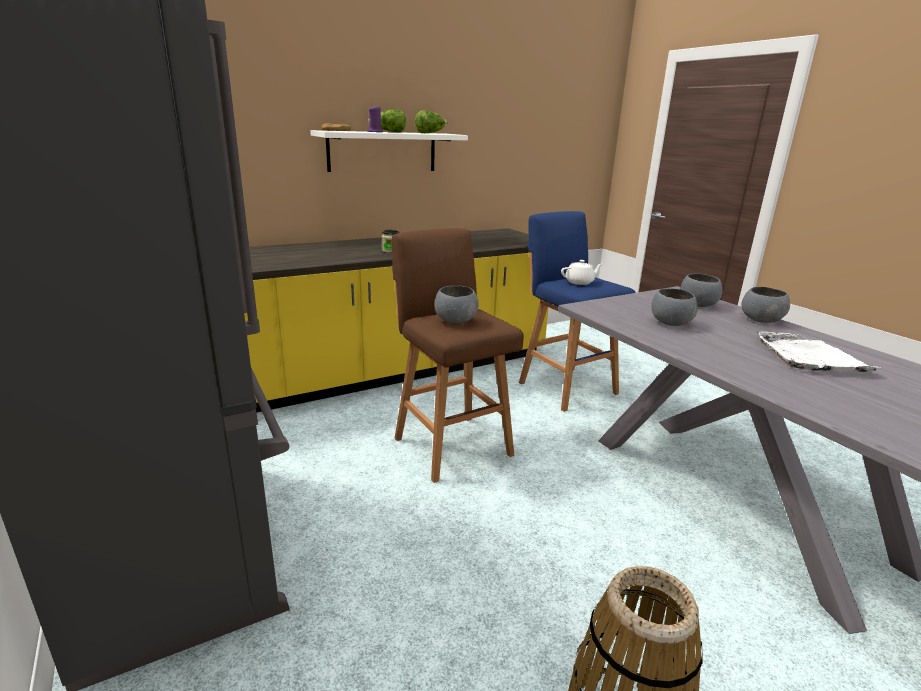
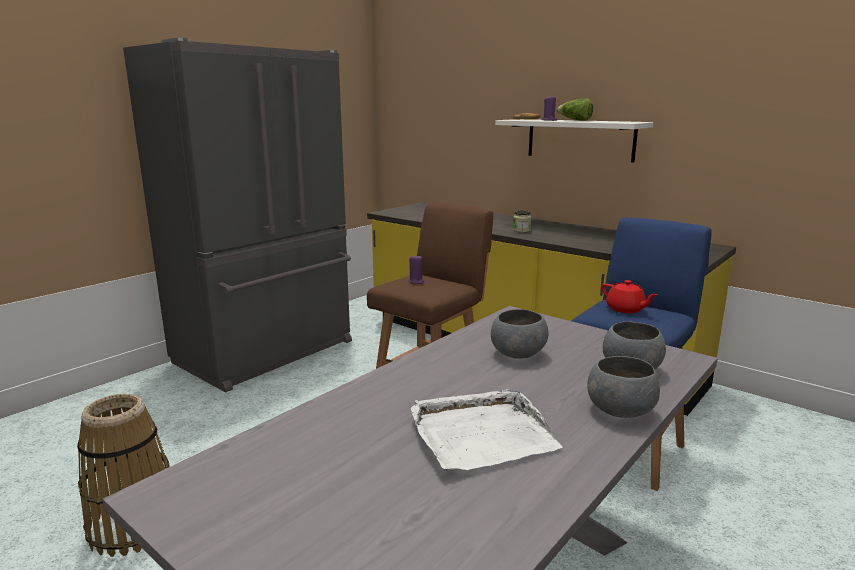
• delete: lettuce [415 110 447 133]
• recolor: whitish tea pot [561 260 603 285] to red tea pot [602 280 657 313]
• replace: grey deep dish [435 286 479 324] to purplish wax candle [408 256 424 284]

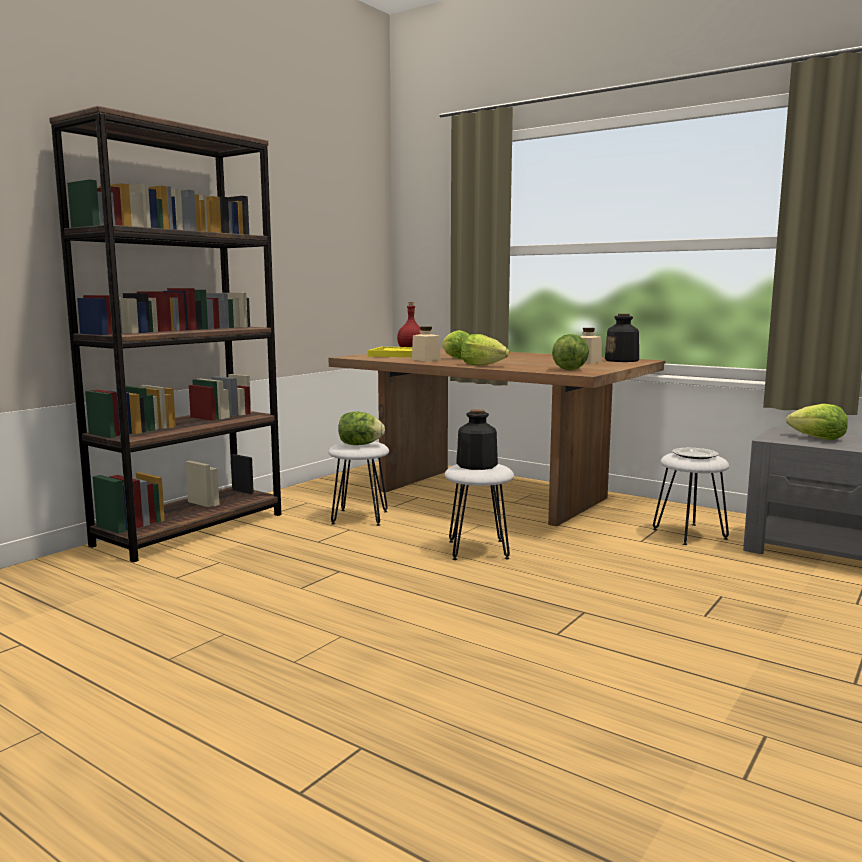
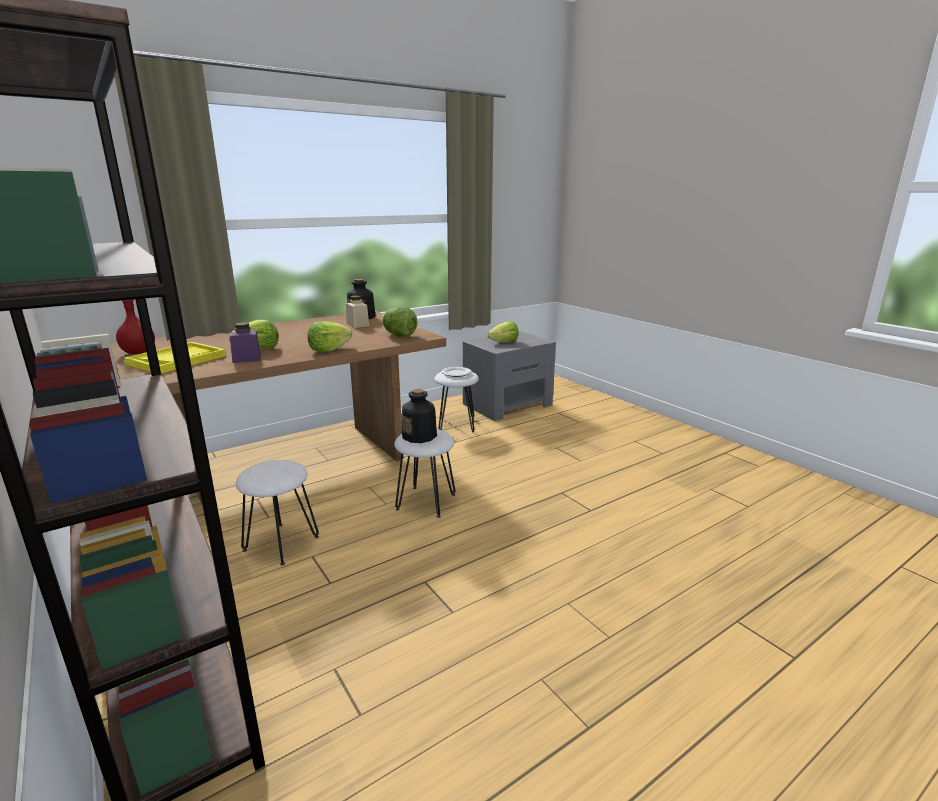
• recolor: sand-coloured preserve jar [412 326 441 361] to purplish preserve jar [230 322 261 363]
• delete: lettuce [338 412 385 445]

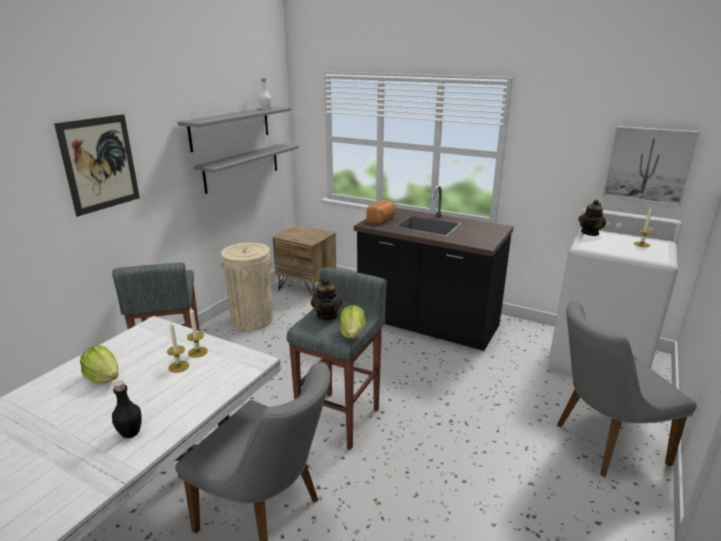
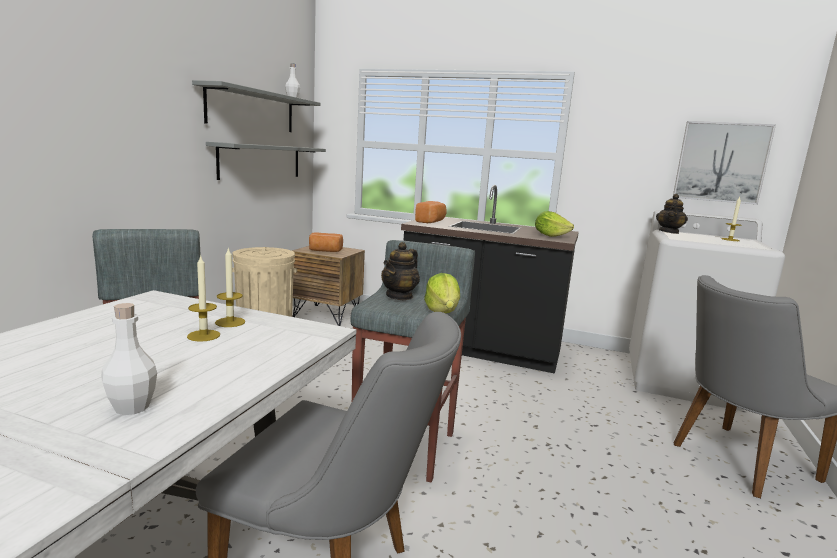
• delete: picture [54 114 140 217]
• rotate: tea pot [311 278 342 321] = [381 242 420 300] 45 degrees clockwise
• move: lettuce [80 345 118 384] to [535 211 574 237]
• recolor: black beverage bottle [112 380 141 438] to whitish beverage bottle [101 303 157 415]
• insert: bakery bread [309 232 343 252]

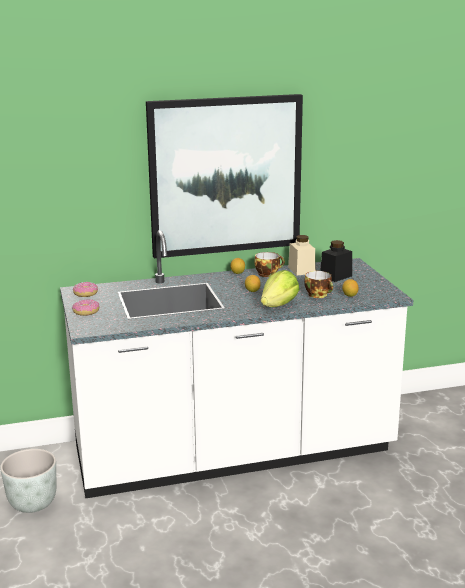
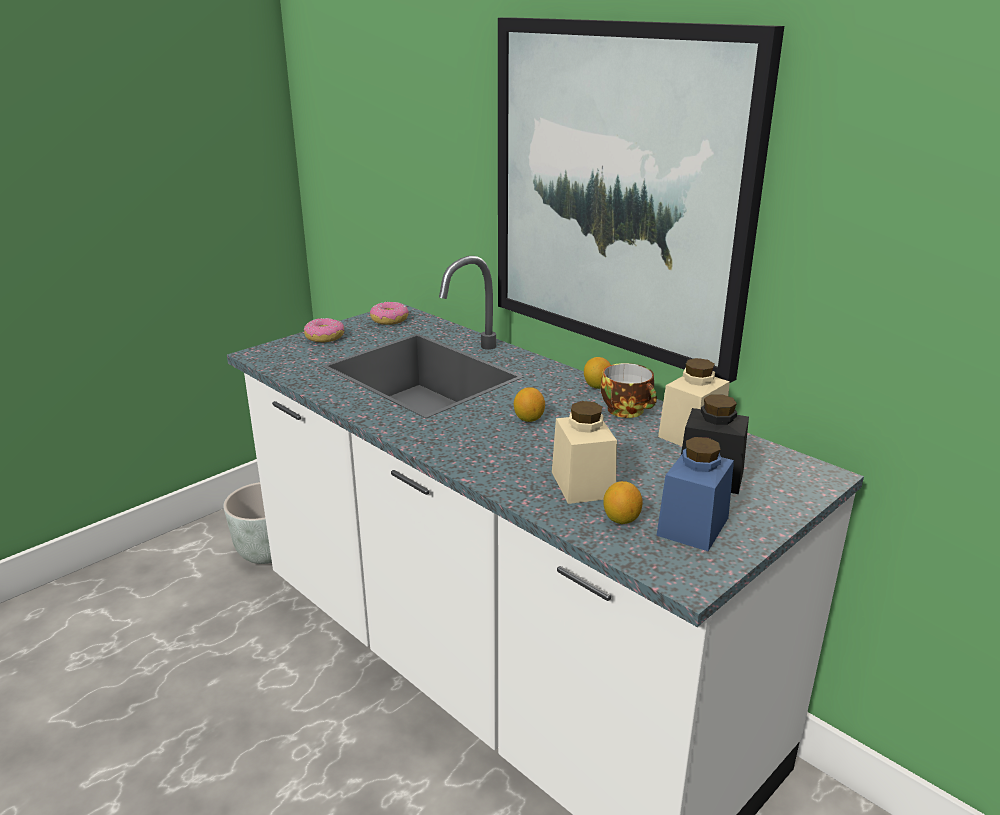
• delete: lettuce [261 270 300 307]
• replace: drinking cup [304 271 333 298] to sand-coloured preserve jar [552 401 617 504]
• insert: blue-coloured preserve jar [656 437 734 551]

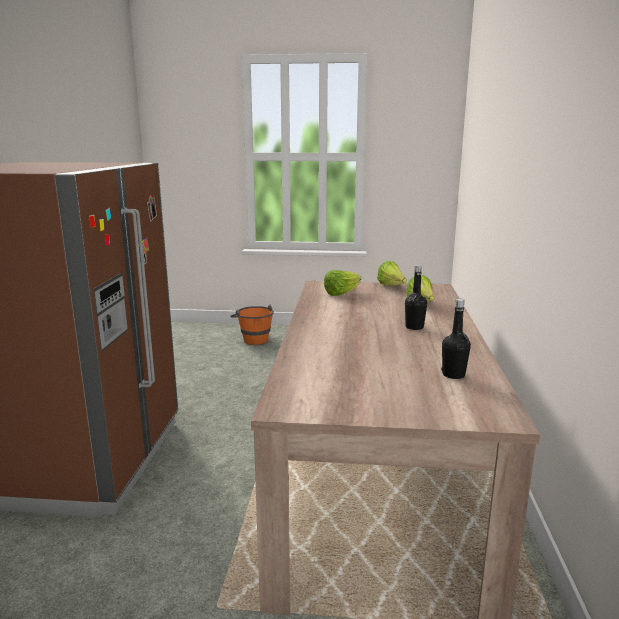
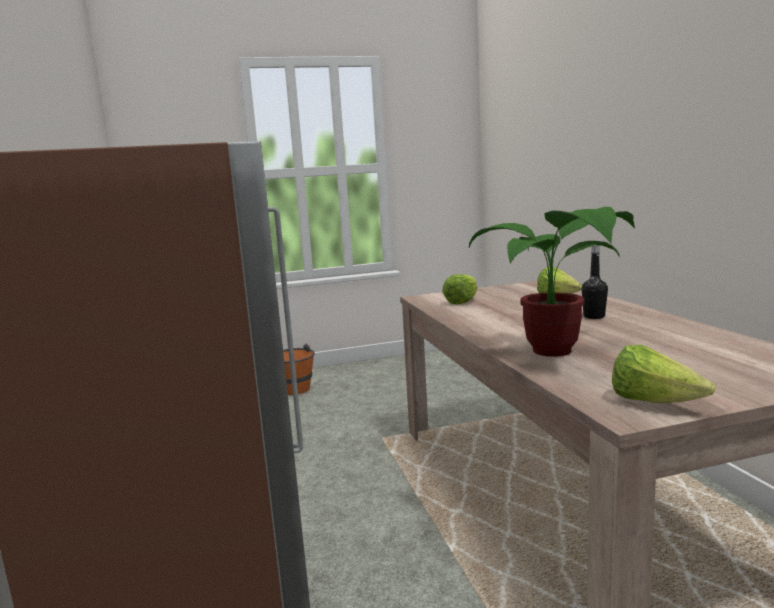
• move: lettuce [377 261 407 286] to [612 345 716 403]
• delete: black beverage bottle [441 299 471 379]
• insert: houseplant [469 207 635 357]

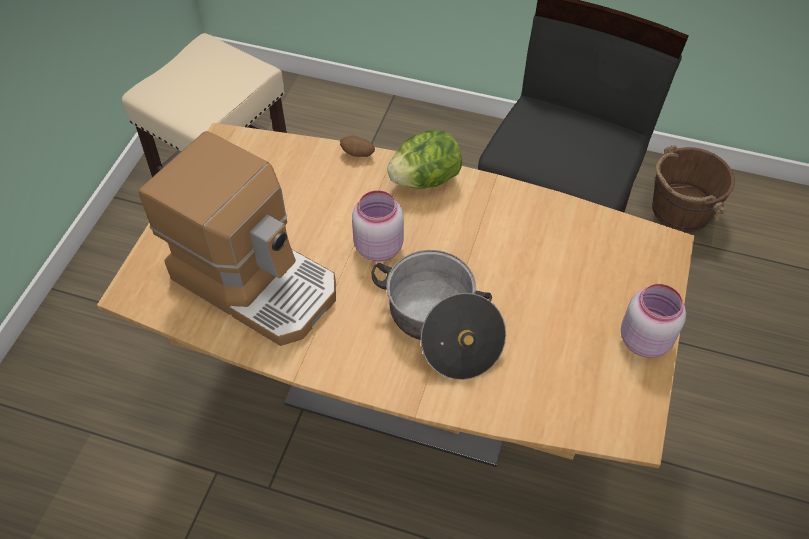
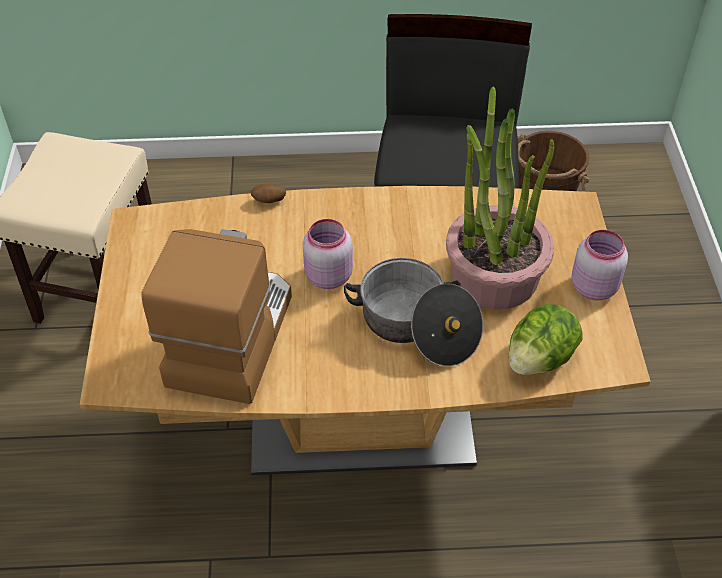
• move: lettuce [387 130 462 189] to [509 304 582 375]
• rotate: coffee machine [139 131 336 346] = [142 229 292 404] 90 degrees counterclockwise
• insert: houseplant [446 87 554 309]

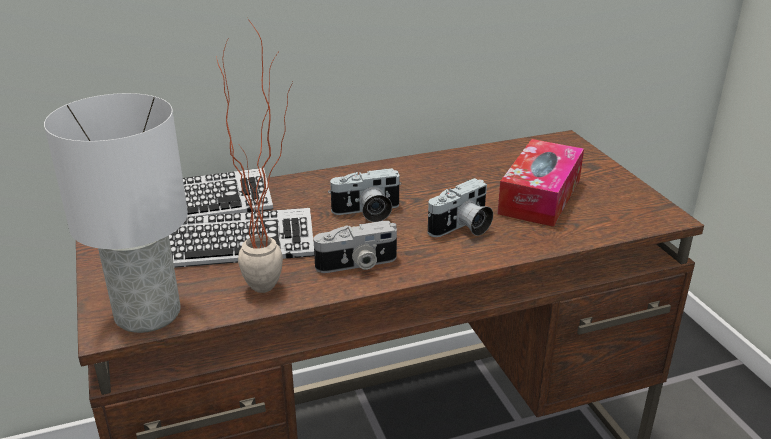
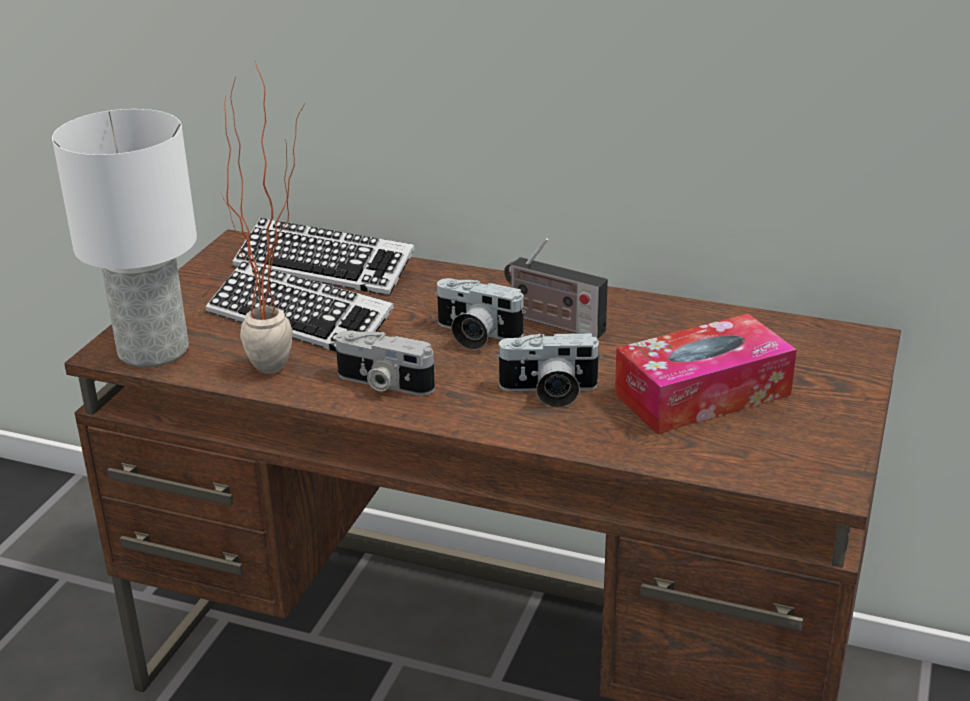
• insert: radio receiver [504 238 608 339]

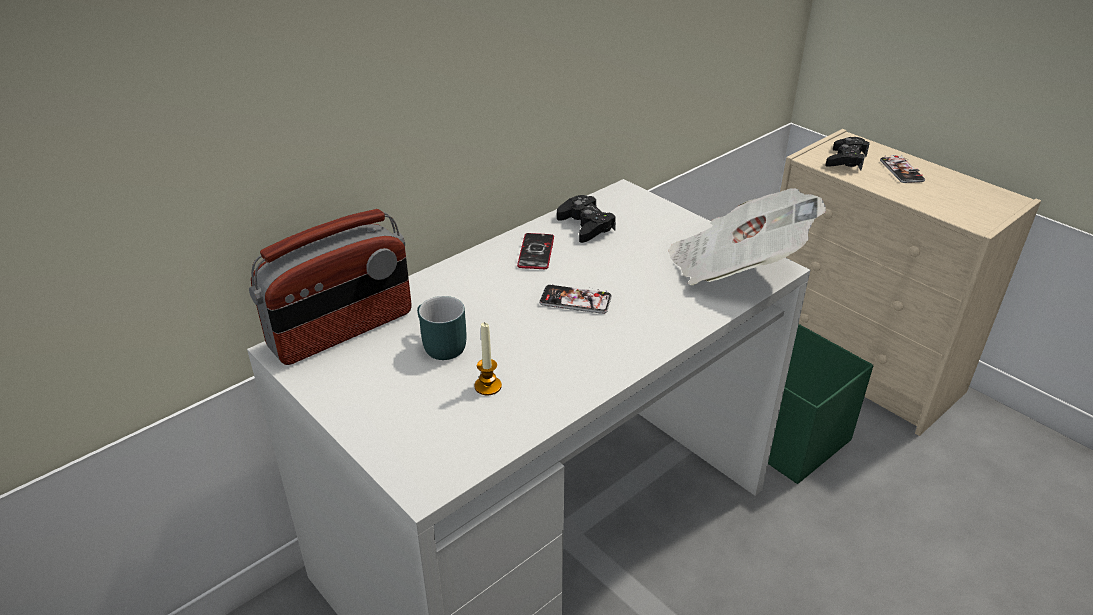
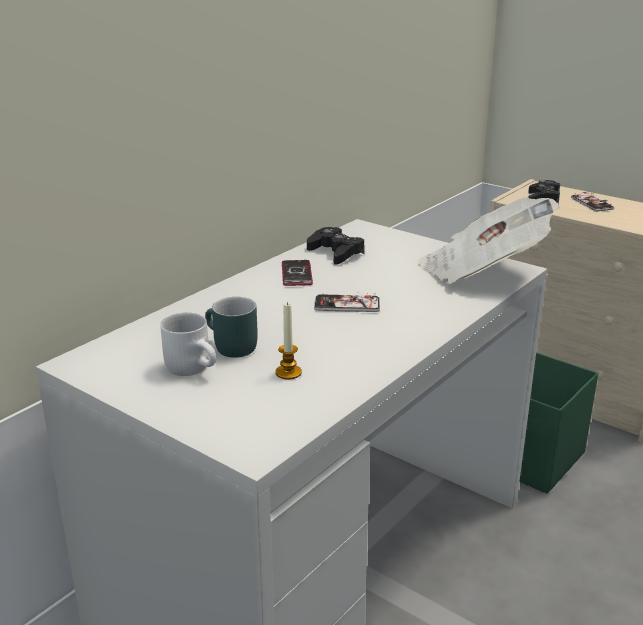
• delete: radio receiver [249 209 411 365]
• insert: whitish mug [160 313 216 376]

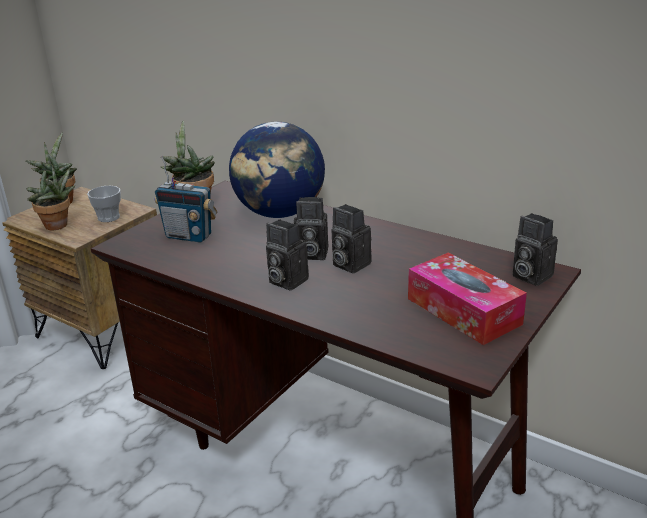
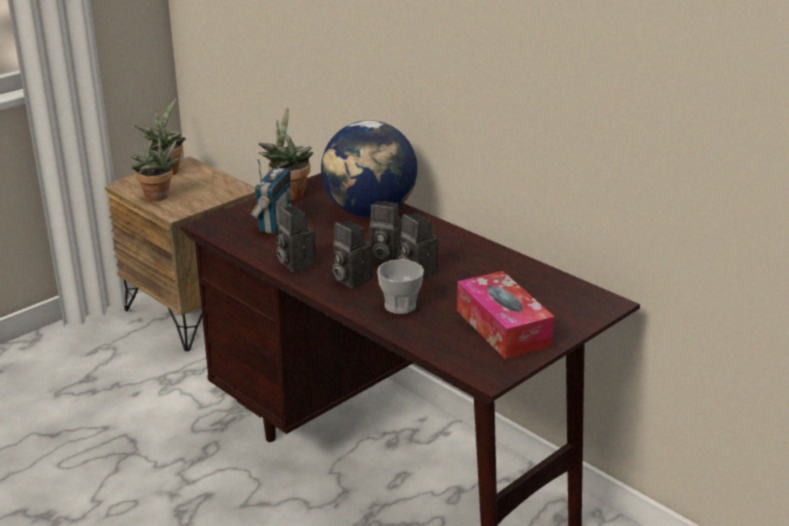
• rotate: radio receiver [155 156 217 243] = [251 158 294 234] 105 degrees counterclockwise
• move: drinking cup [87 186 121 222] to [377 259 424 314]
• move: photo camera [512 213 558 286] to [276 206 316 272]

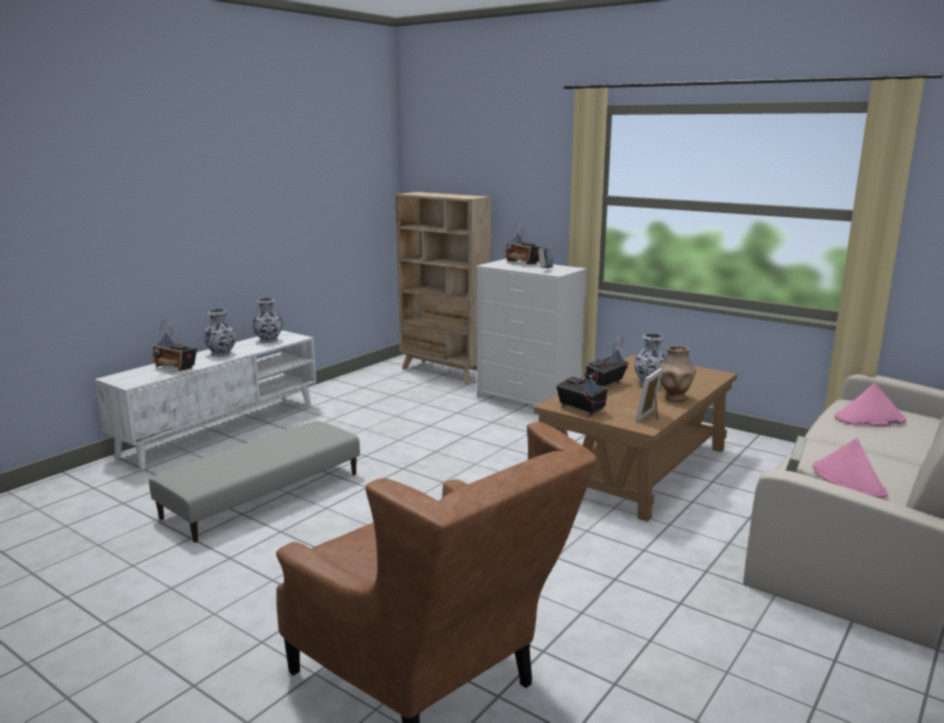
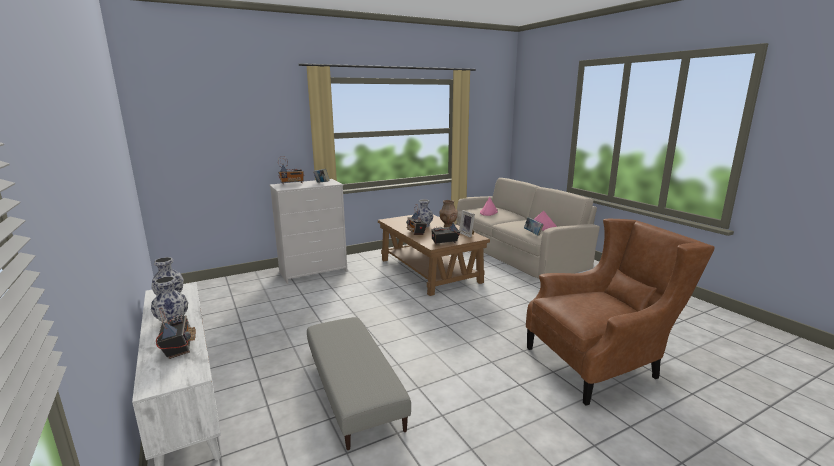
• delete: sand-coloured bookshelf [395 192 491 385]
• rotate: radio receiver [151 319 197 371] = [156 308 196 359] 75 degrees counterclockwise

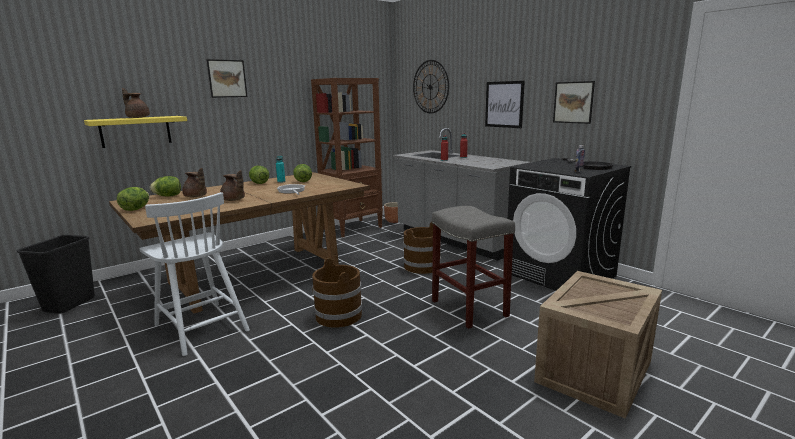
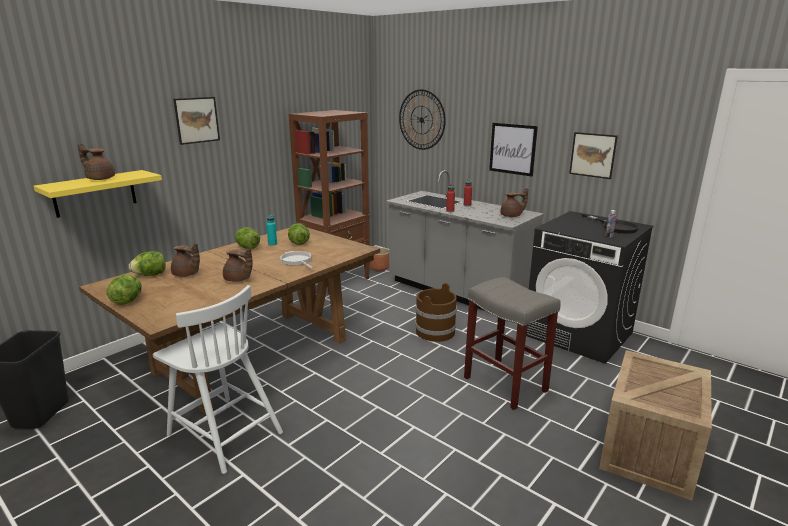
• delete: brown bucket [312 258 362 328]
• insert: brown tea pot [500 188 528 217]

